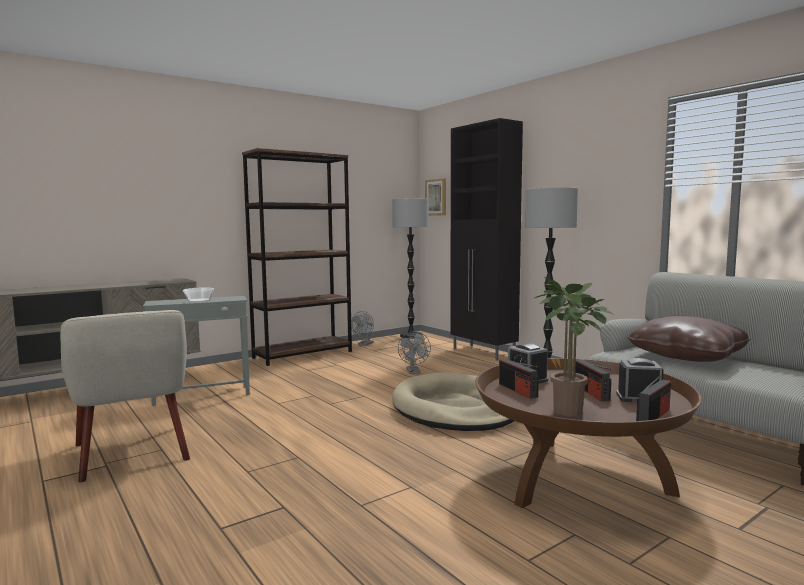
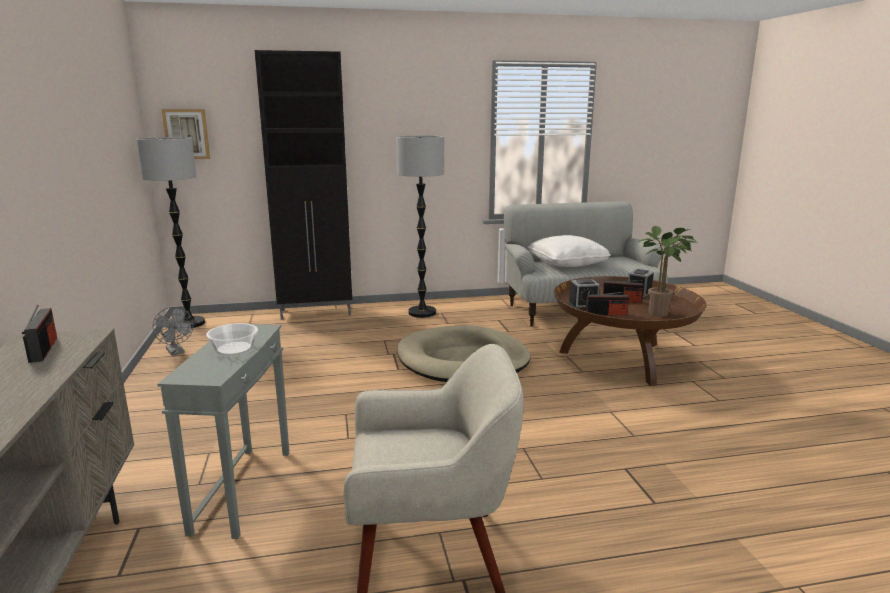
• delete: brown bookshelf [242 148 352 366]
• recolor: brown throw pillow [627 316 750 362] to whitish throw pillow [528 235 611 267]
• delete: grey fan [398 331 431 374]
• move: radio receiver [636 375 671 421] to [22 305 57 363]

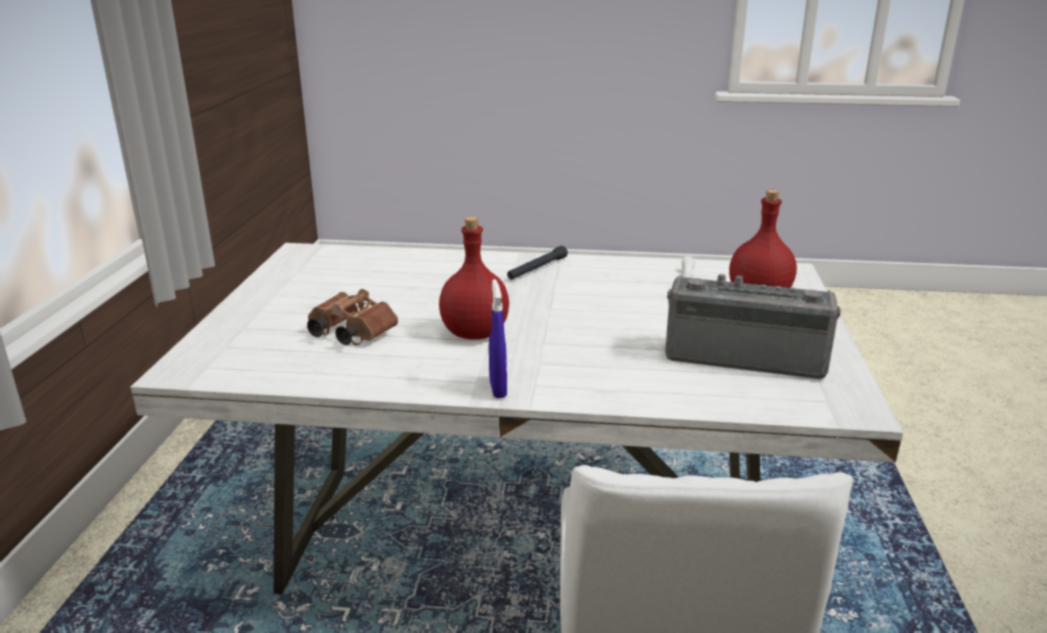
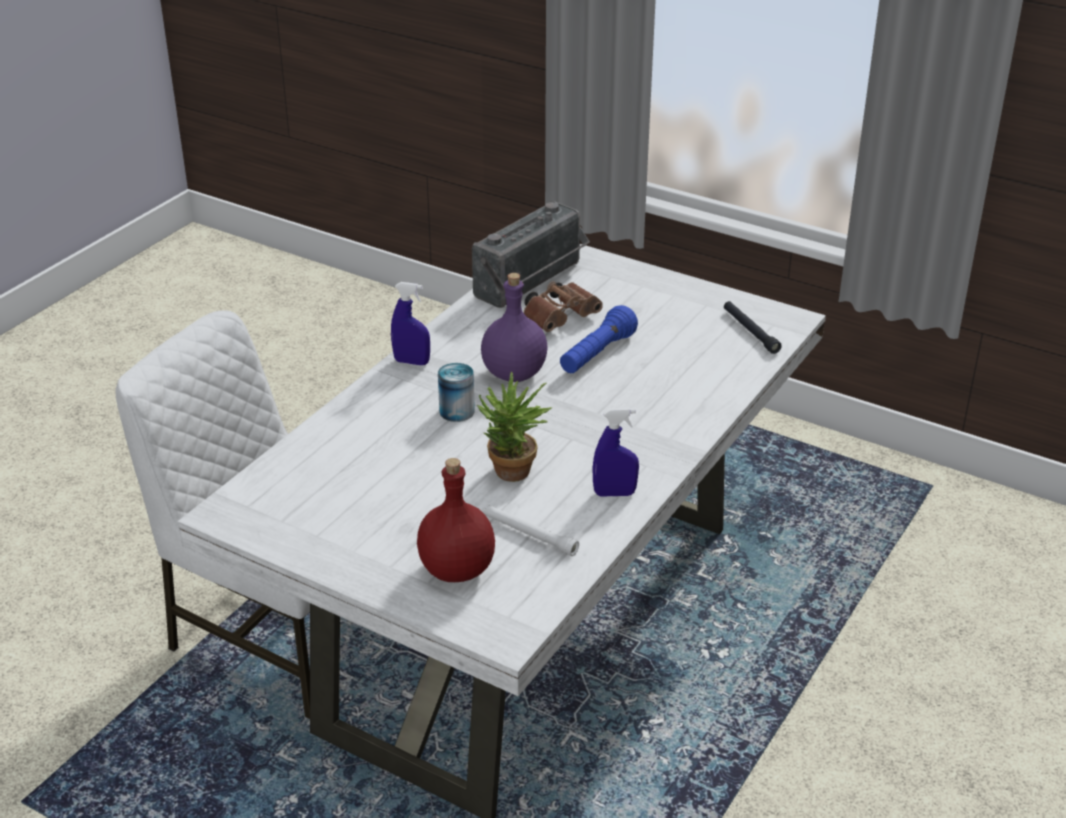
• recolor: red beverage bottle [439 217 509 339] to purplish beverage bottle [481 273 548 382]
• move: black torch [507 246 568 280] to [724 301 782 354]
• move: radio receiver [665 274 841 379] to [472 201 590 308]
• insert: blue-coloured torch [560 305 638 373]
• insert: sealed can [438 363 475 422]
• insert: houseplant [477 372 552 482]
• insert: blue-coloured sprayer [592 408 639 497]

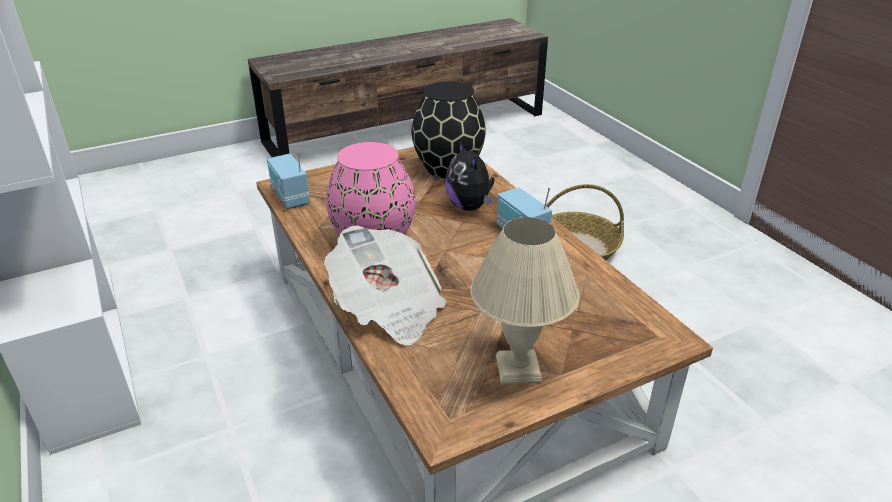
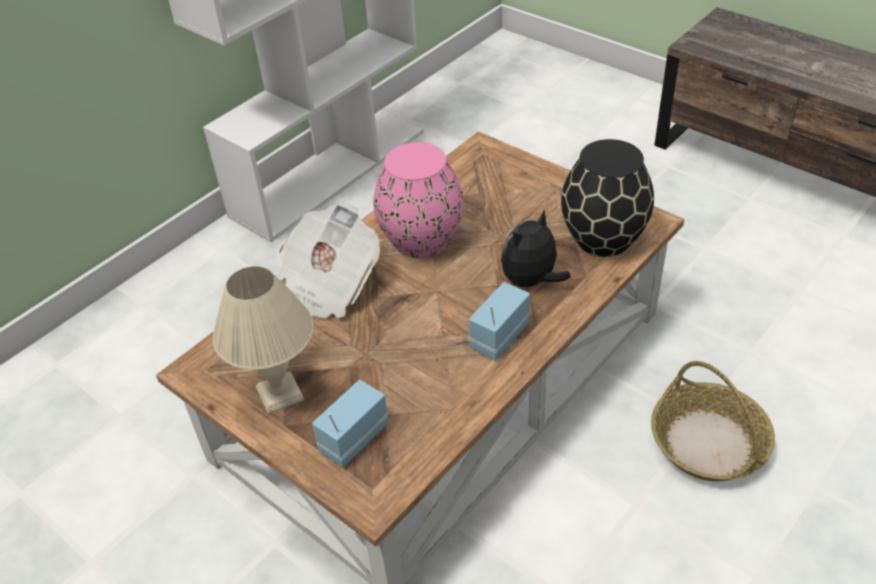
• move: radio receiver [267 152 310 209] to [312 380 389 467]

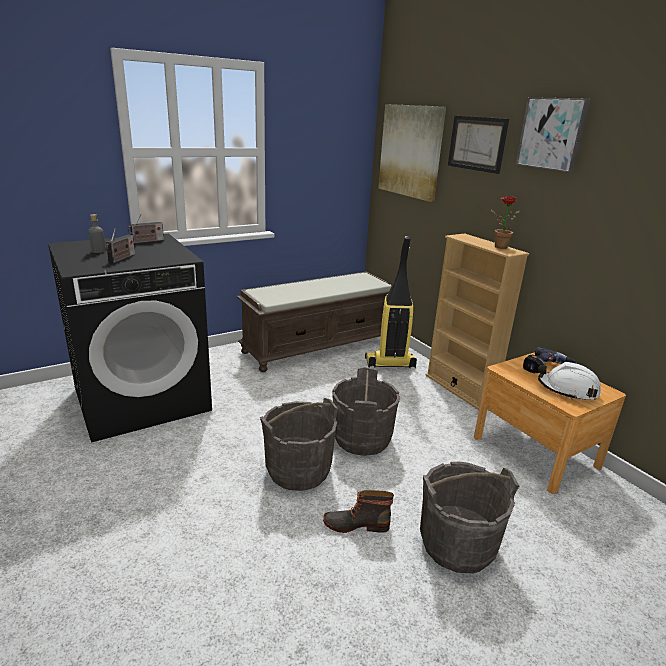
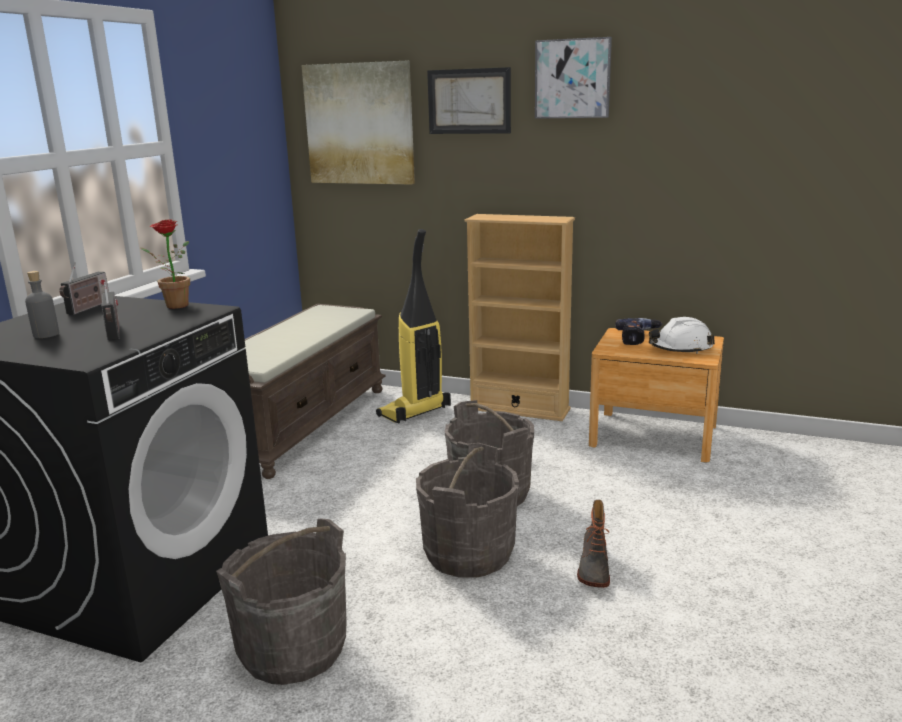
• move: houseplant [491 196 520 249] to [140 219 190 309]
• move: grey bucket [420 462 519 574] to [216 518 347 685]
• rotate: boot [323 490 394 533] = [577 500 610 588] 45 degrees counterclockwise

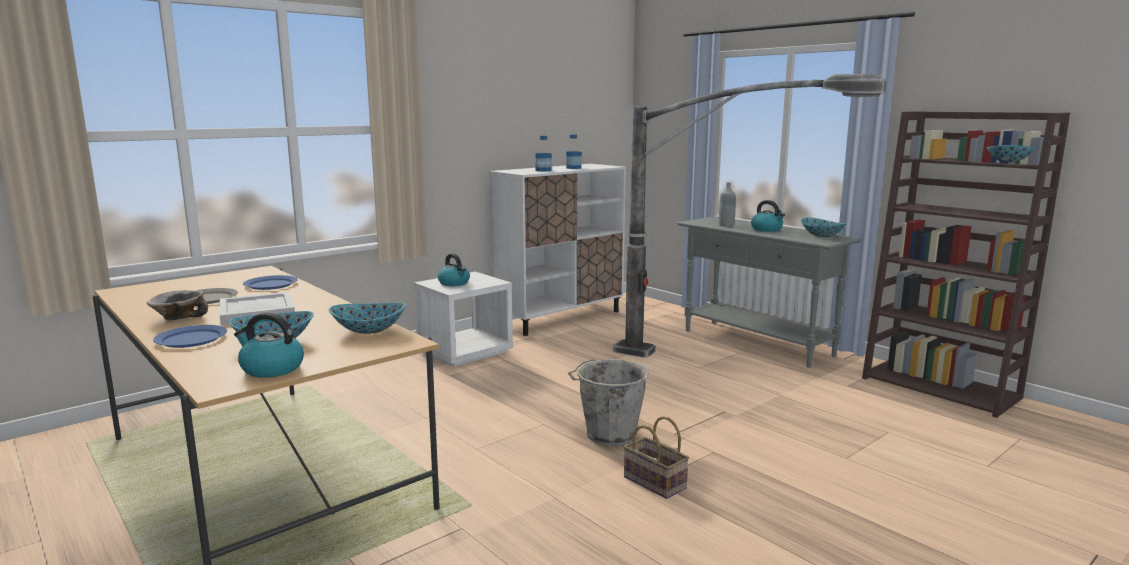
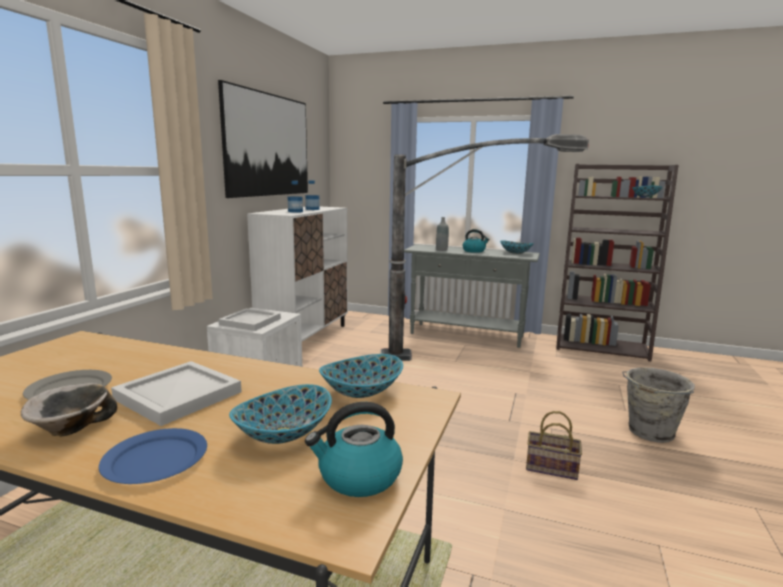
• replace: water kettle [438 253 470 286] to whitish serving tray [218 308 281 331]
• delete: blue-coloured plate [243 275 298 290]
• move: grey bucket [568 359 649 446] to [622 367 695 443]
• insert: picture [218 80 308 198]

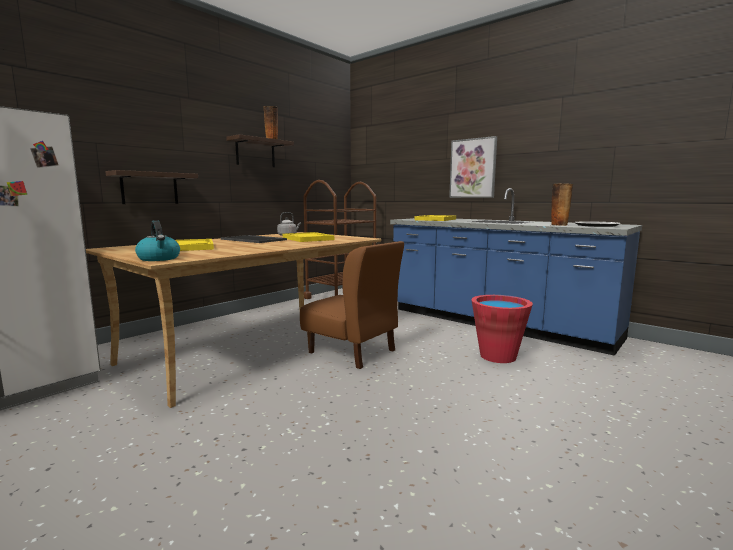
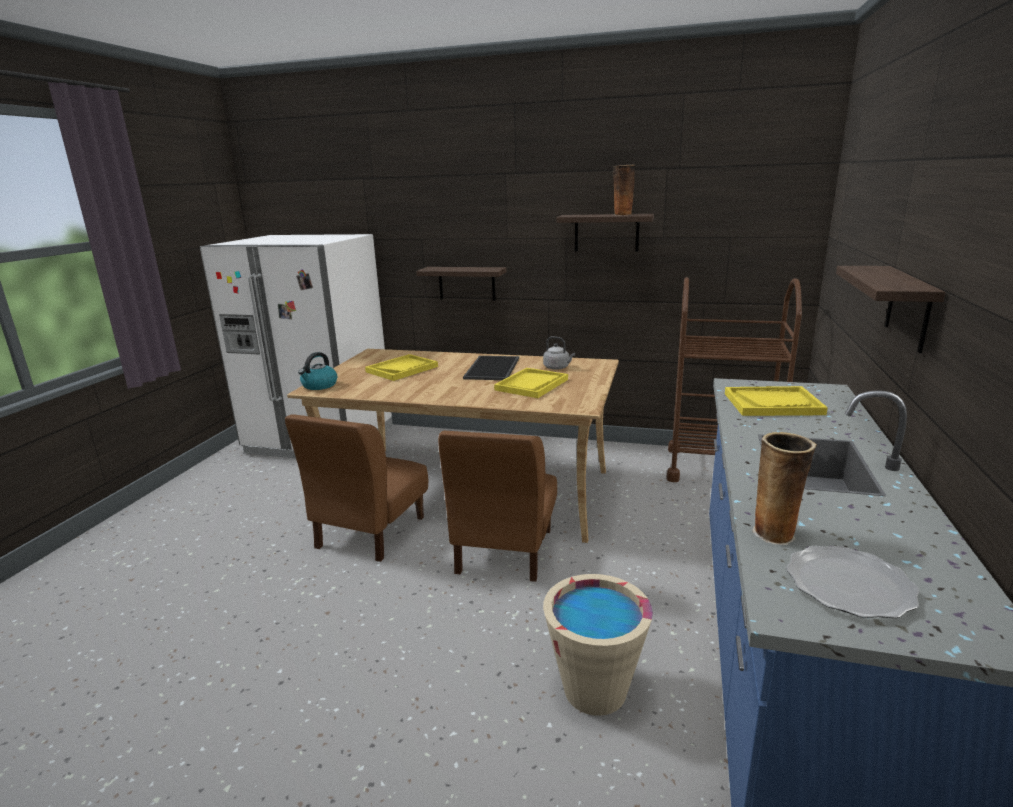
• replace: picture [449 136 497 198] to wall shelf [836 266 945 353]
• recolor: red bucket [471 295 533 363] to sand-coloured bucket [543 574 653 716]
• insert: brown upright chair [285 414 429 562]

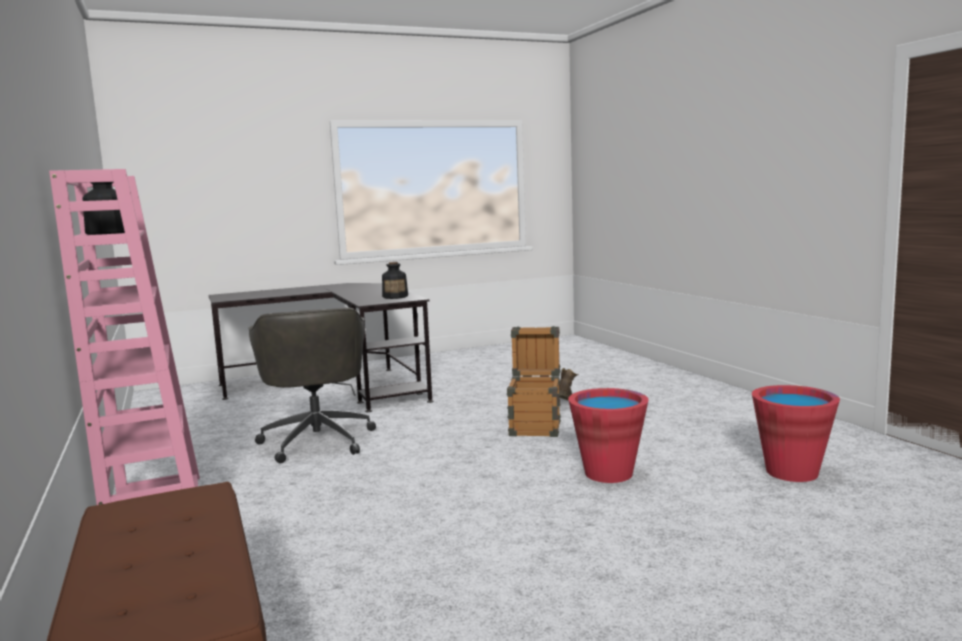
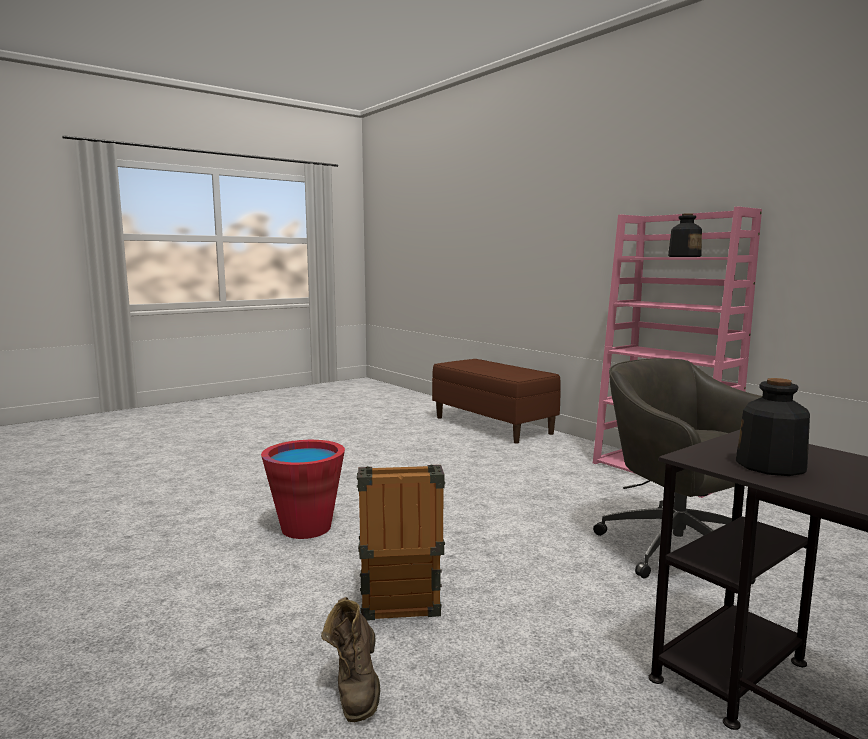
• delete: red bucket [752 385 840 482]

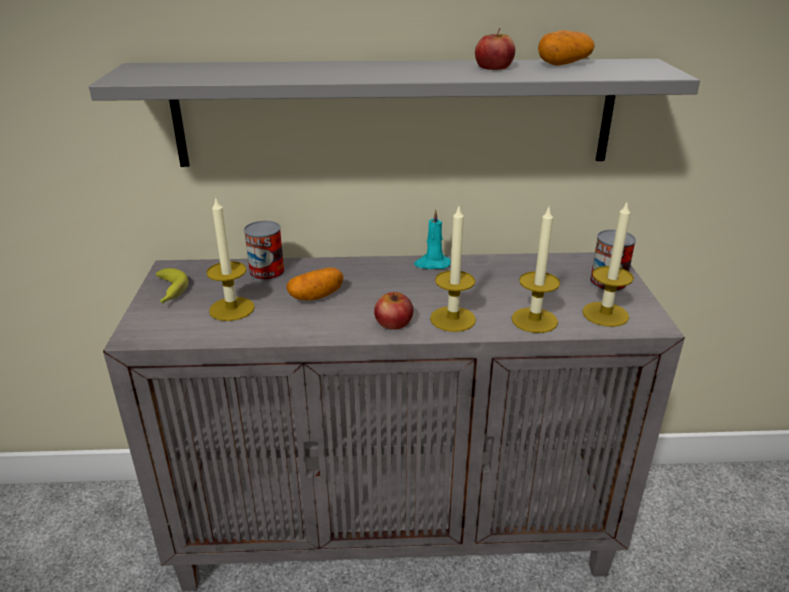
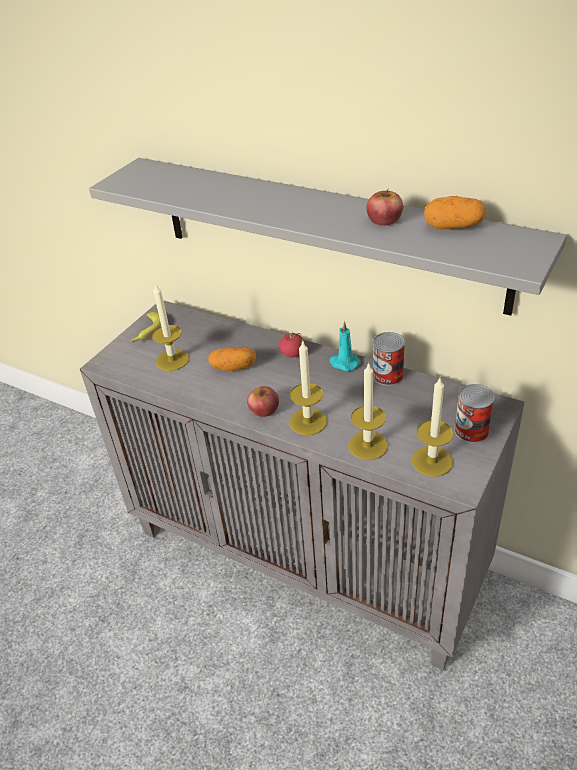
• move: sealed can [244 221 285 281] to [373 332 405 386]
• insert: fresh tomato [279 331 305 358]

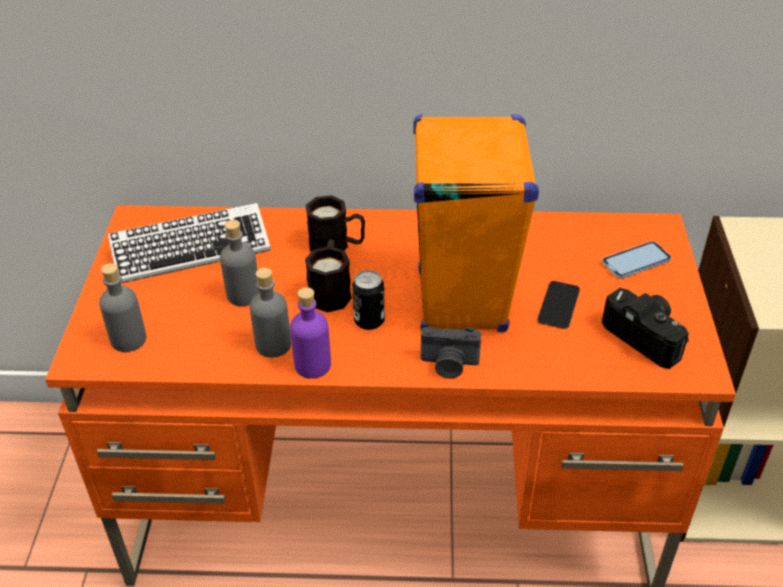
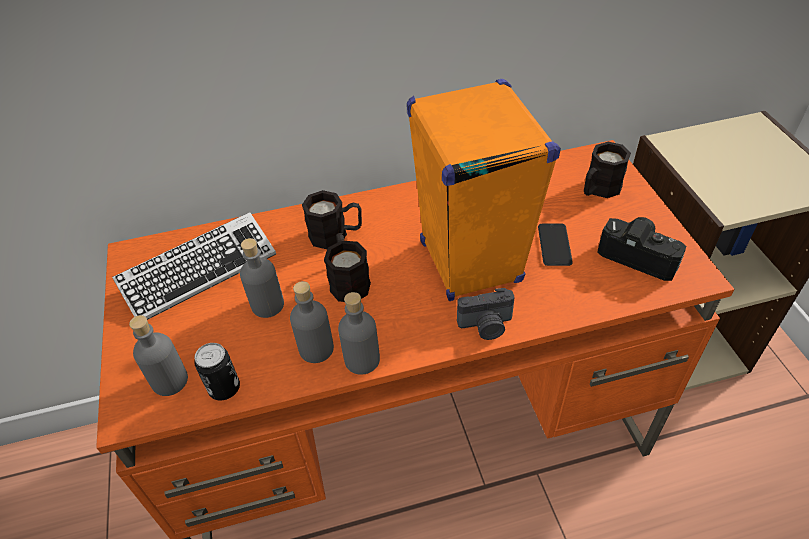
• replace: handset [602 241 672 279] to black mug [584 142 631 198]
• move: sealed can [352 270 385 330] to [194 343 240 401]
• recolor: purplish beverage bottle [290 287 331 379] to grey beverage bottle [338 292 380 375]

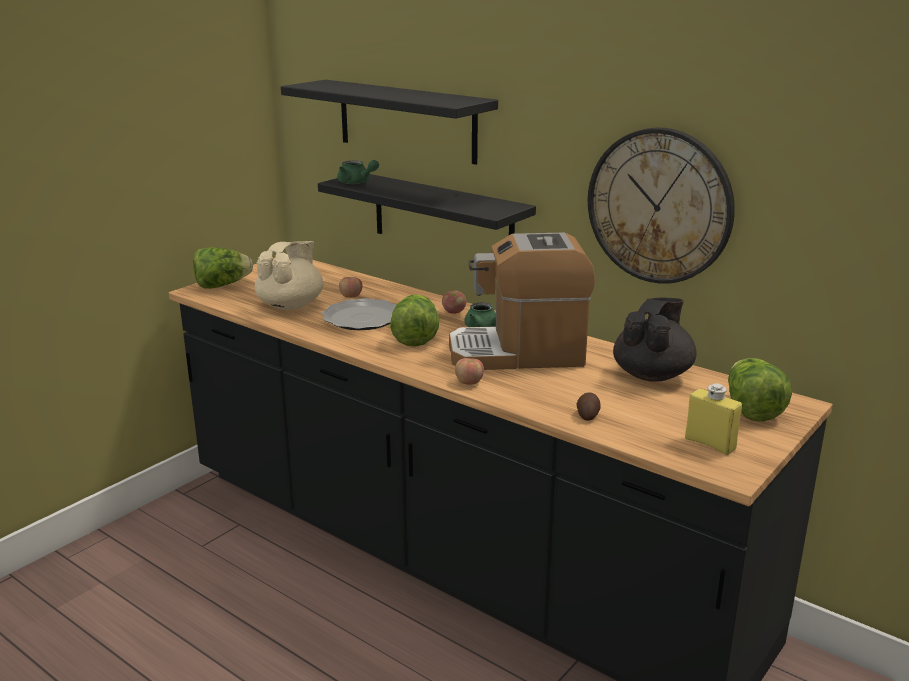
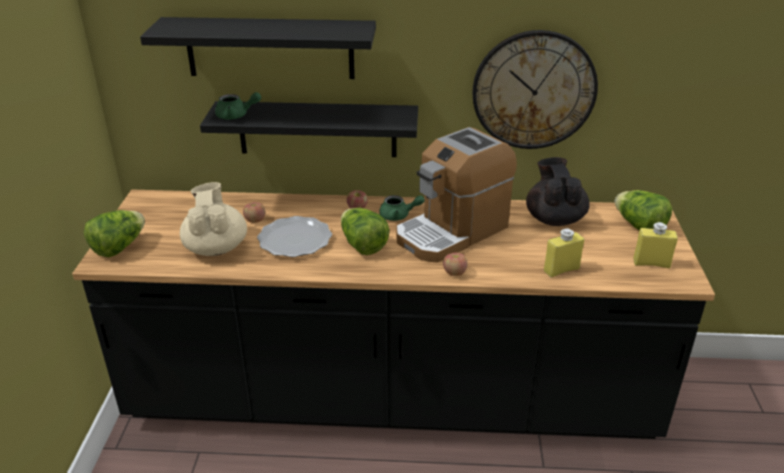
• replace: potato [576 392 601 421] to yellowish beverage bottle [544 228 584 277]

